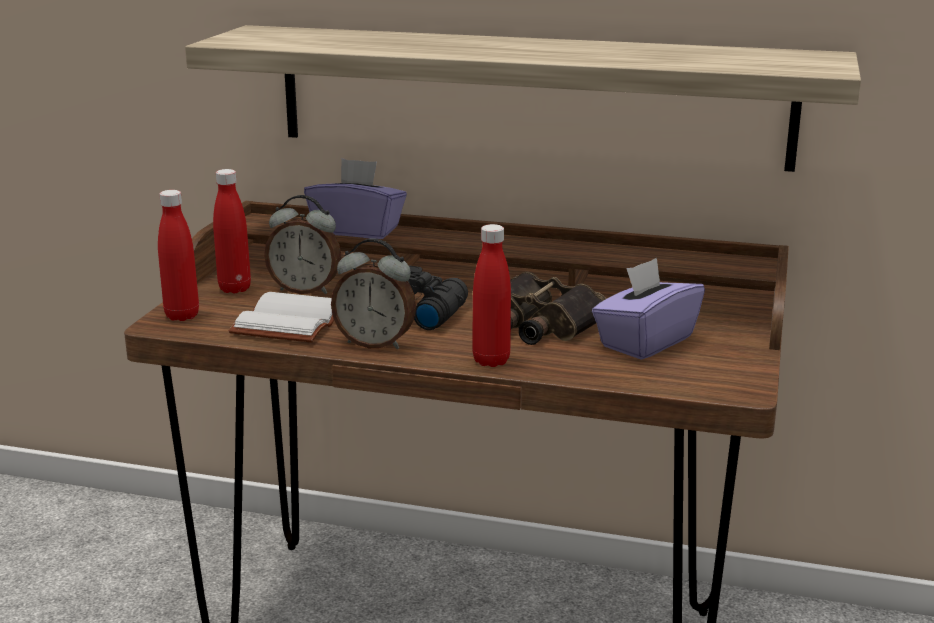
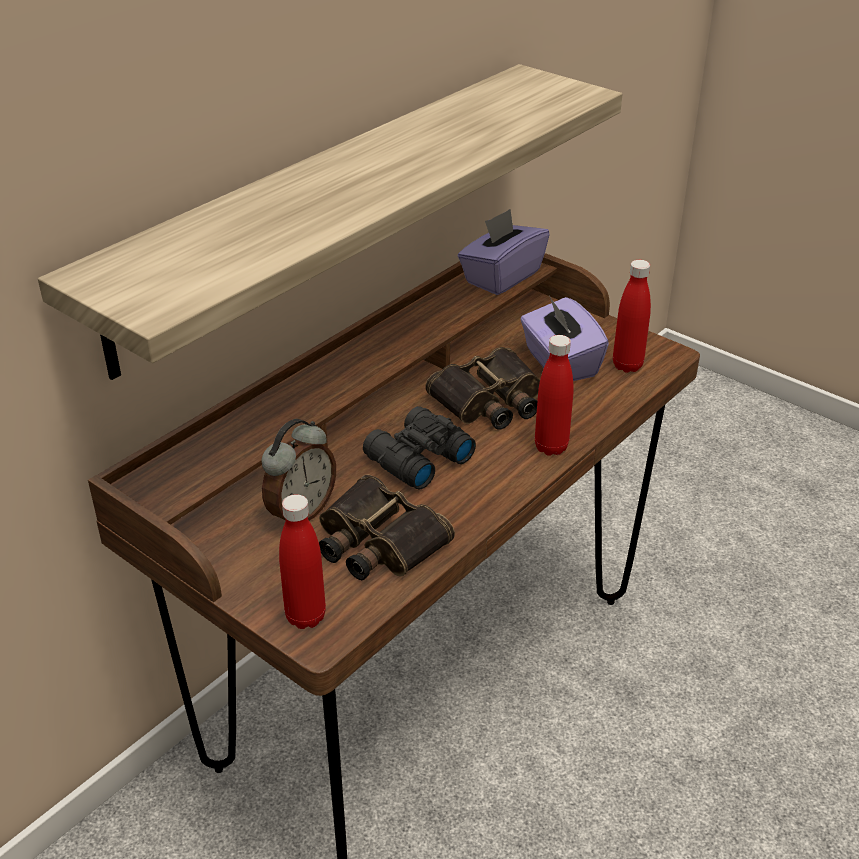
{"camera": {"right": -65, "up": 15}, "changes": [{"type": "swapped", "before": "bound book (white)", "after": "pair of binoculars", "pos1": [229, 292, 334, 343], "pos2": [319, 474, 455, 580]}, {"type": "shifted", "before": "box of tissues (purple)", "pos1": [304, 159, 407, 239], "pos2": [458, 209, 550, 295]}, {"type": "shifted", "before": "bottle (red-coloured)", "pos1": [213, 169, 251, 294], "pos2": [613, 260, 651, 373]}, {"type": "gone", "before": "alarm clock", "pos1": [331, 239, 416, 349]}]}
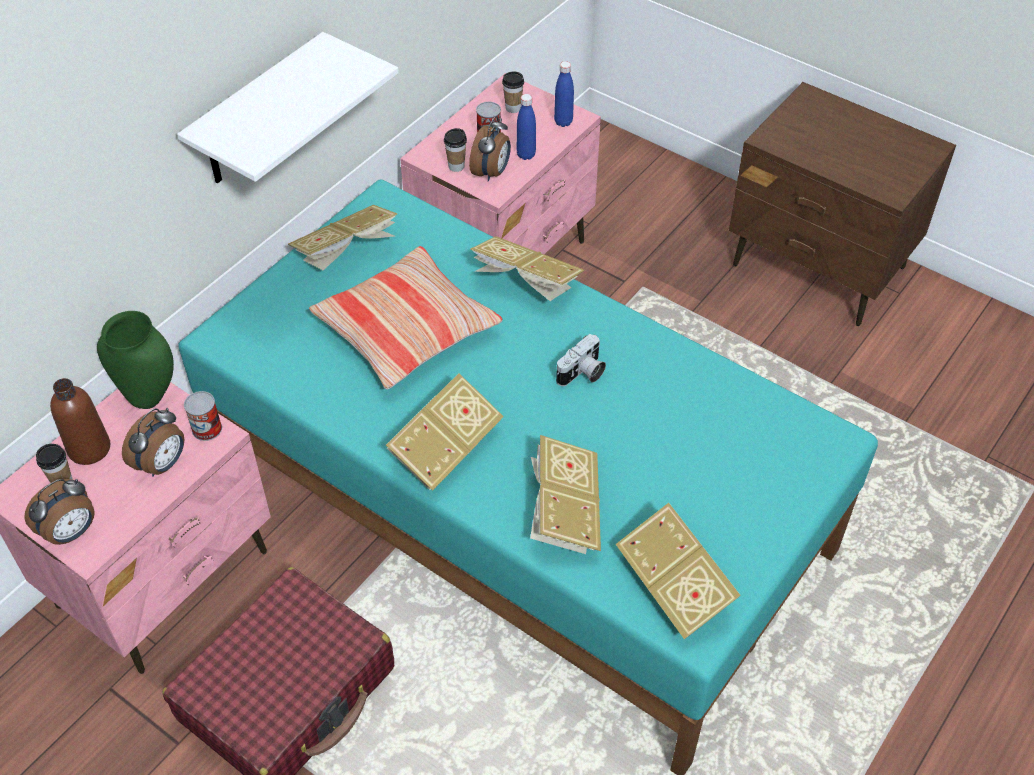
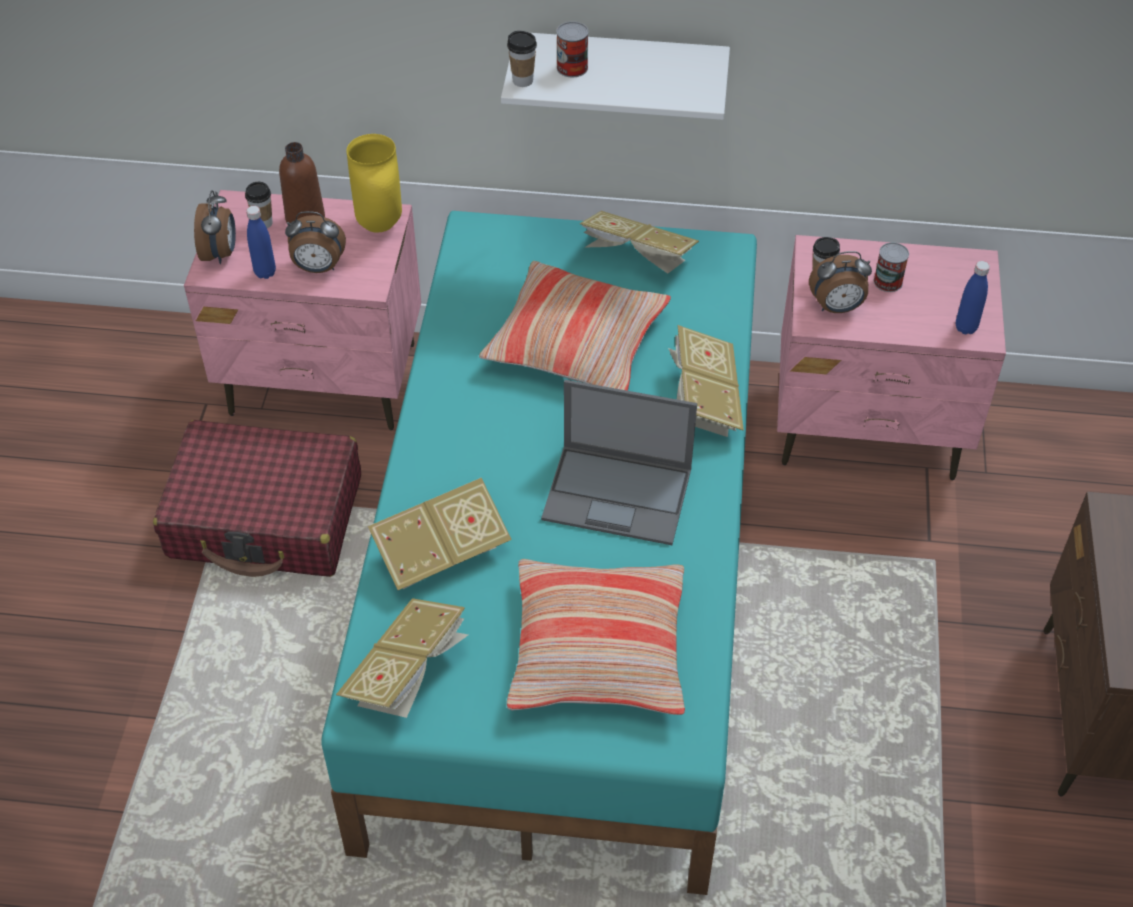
{"camera": {"right": 60, "up": 0}, "changes": [{"type": "rotated", "before": "alarm clock", "pos1": [24, 479, 95, 545], "pos2": [194, 190, 236, 264], "turn": -105}, {"type": "shifted", "before": "bottle (blue-coloured)", "pos1": [517, 94, 536, 160], "pos2": [246, 206, 276, 279]}, {"type": "repainted", "before": "vase (green)", "after": "vase (yellowish)", "pos1": [97, 311, 174, 409], "pos2": [347, 134, 402, 233]}, {"type": "new", "after": "throw pillow", "pos2": [506, 559, 685, 715]}, {"type": "shifted", "before": "cup", "pos1": [502, 71, 524, 113], "pos2": [507, 31, 537, 87]}, {"type": "swapped", "before": "photo camera", "after": "laptop", "pos1": [556, 334, 606, 386], "pos2": [541, 380, 697, 545]}, {"type": "shifted", "before": "metal can", "pos1": [184, 391, 222, 441], "pos2": [556, 21, 589, 77]}, {"type": "gone", "before": "bound book", "pos1": [386, 373, 504, 491]}]}
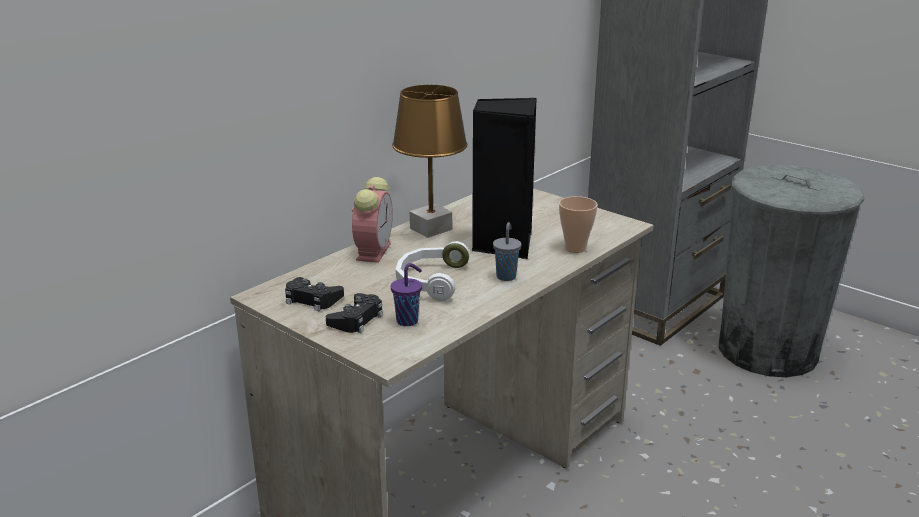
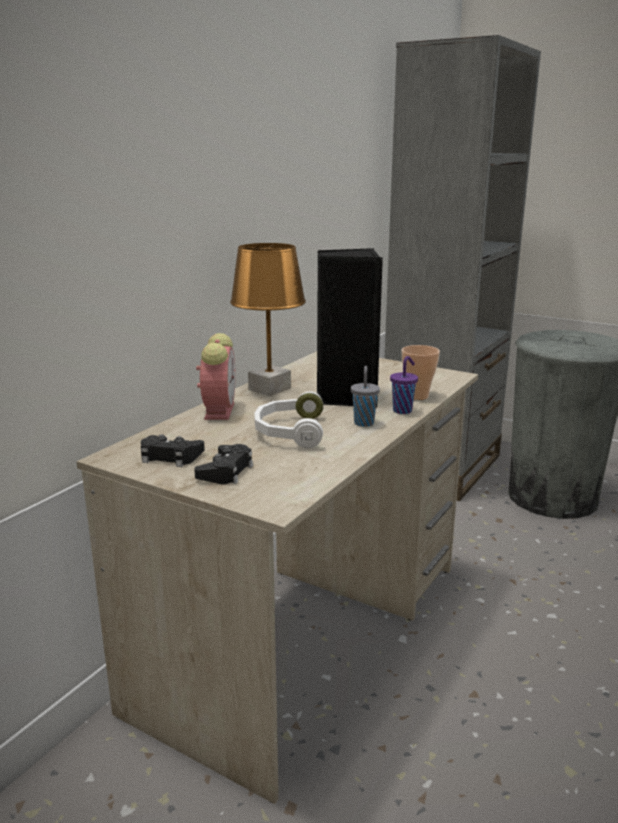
{"camera": {"right": -10, "up": -5}, "changes": [{"type": "shifted", "before": "cup (purple)", "pos1": [391, 263, 422, 326], "pos2": [390, 356, 418, 414]}]}
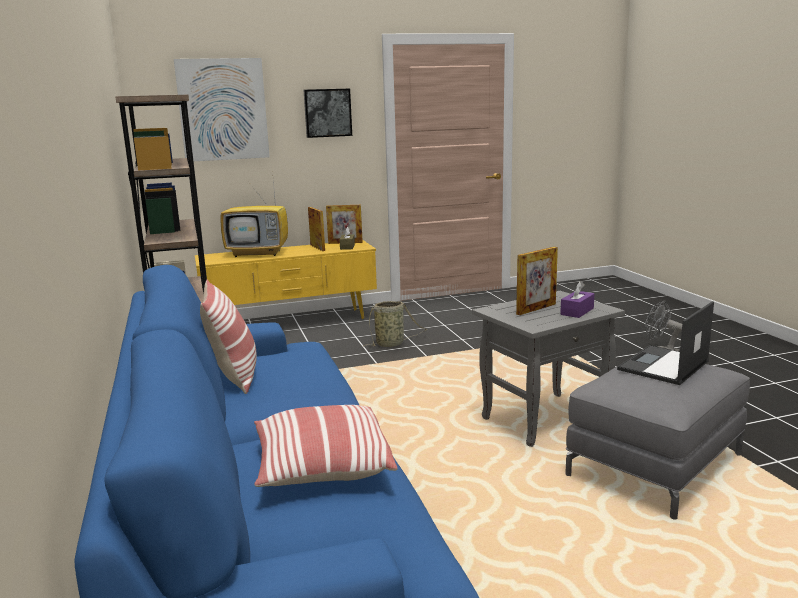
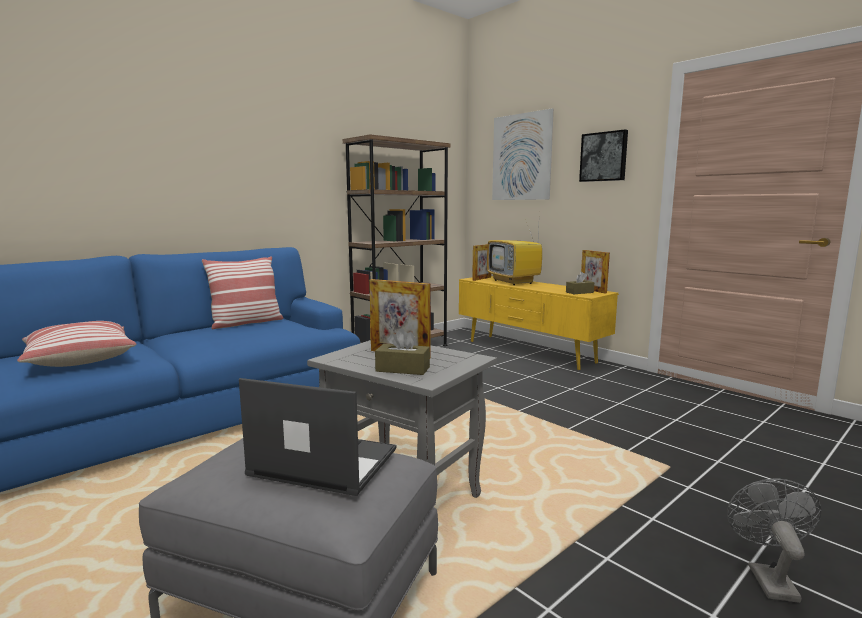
{"camera": {"right": 65, "up": -5}, "changes": [{"type": "repainted", "before": "box of tissues (purple)", "after": "box of tissues (brown-coloured)", "pos1": [560, 281, 595, 318], "pos2": [375, 328, 430, 375]}, {"type": "shifted", "before": "standing frame", "pos1": [308, 207, 325, 251], "pos2": [472, 244, 491, 281]}, {"type": "gone", "before": "household basket", "pos1": [363, 301, 428, 347]}]}
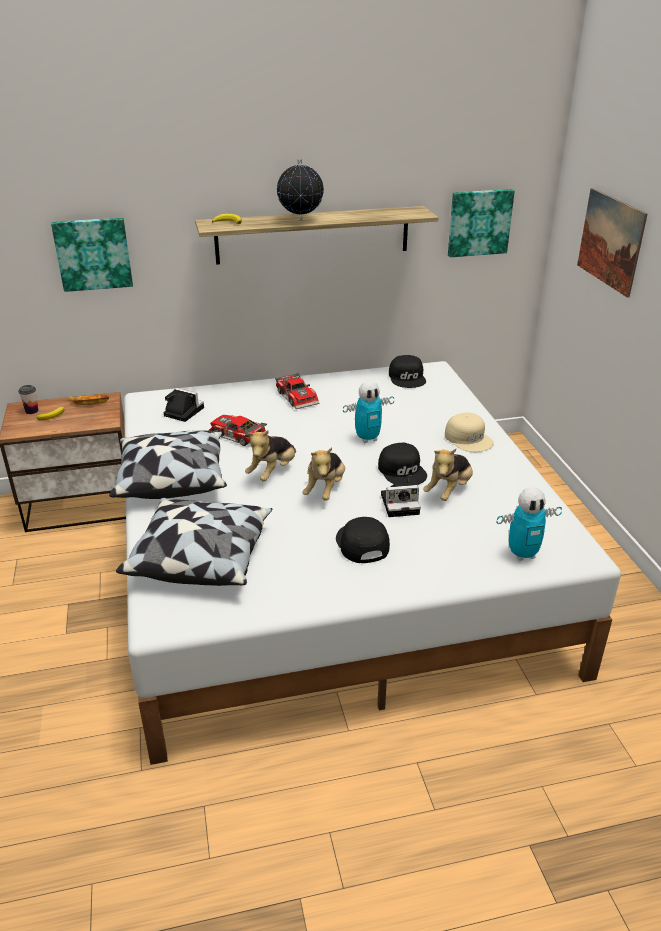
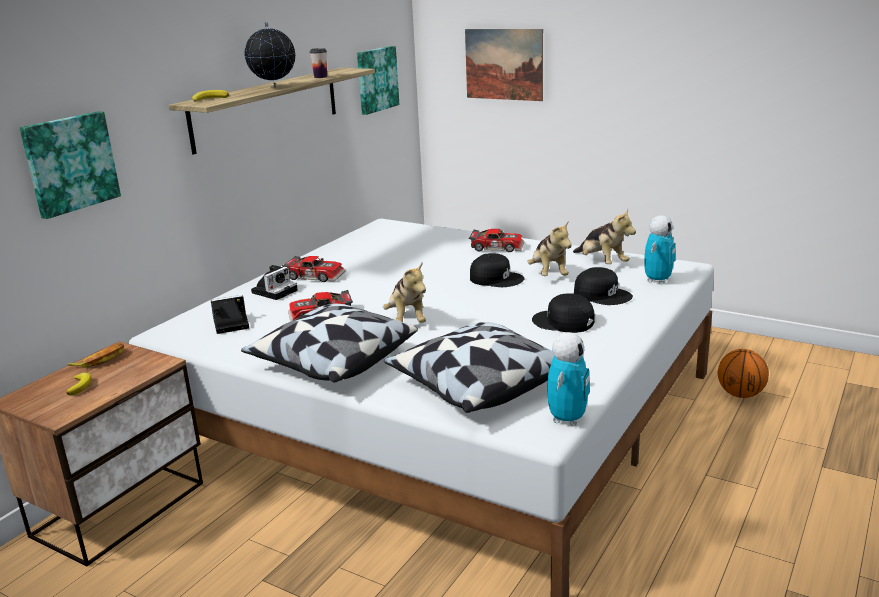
{"camera": {"right": -45, "up": -10}, "changes": [{"type": "shifted", "before": "photo camera", "pos1": [381, 476, 420, 517], "pos2": [251, 265, 298, 300]}, {"type": "shifted", "before": "cup", "pos1": [18, 385, 38, 414], "pos2": [310, 48, 327, 78]}, {"type": "swapped", "before": "cap (sand-coloured)", "after": "miniature car", "pos1": [445, 412, 494, 452], "pos2": [469, 229, 524, 252]}, {"type": "shifted", "before": "robot figure", "pos1": [343, 381, 394, 443], "pos2": [547, 332, 590, 426]}, {"type": "shifted", "before": "plush toy", "pos1": [302, 447, 345, 501], "pos2": [573, 209, 636, 264]}, {"type": "shifted", "before": "cap (black)", "pos1": [389, 355, 426, 388], "pos2": [574, 267, 633, 305]}, {"type": "new", "after": "ball for basketball", "pos2": [718, 349, 769, 398]}]}
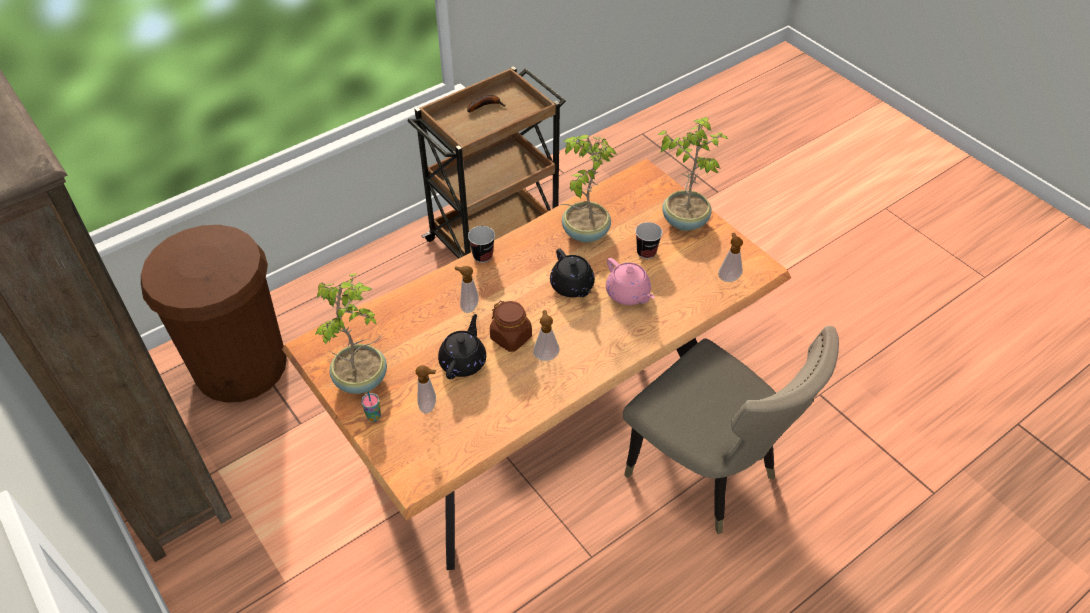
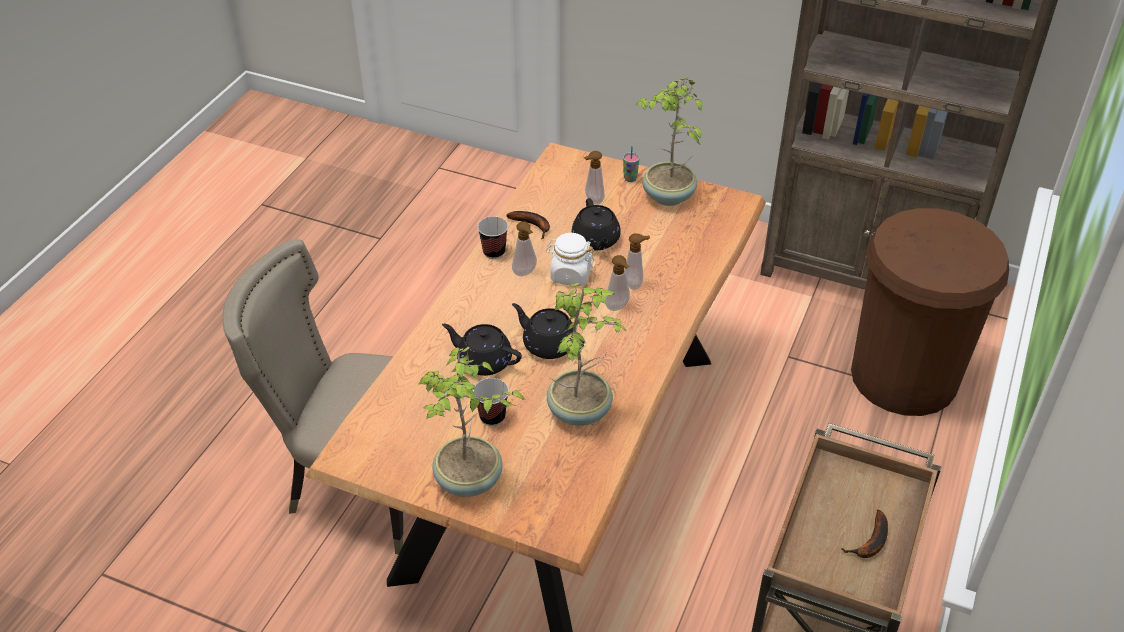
{"camera": {"right": 150, "up": -5}, "changes": [{"type": "repainted", "before": "tea pot (pinkish)", "after": "tea pot (black)", "pos1": [606, 258, 655, 305], "pos2": [442, 324, 522, 376]}, {"type": "shifted", "before": "cup", "pos1": [468, 226, 495, 263], "pos2": [477, 216, 508, 259]}, {"type": "new", "after": "banana", "pos2": [506, 211, 550, 239]}, {"type": "repainted", "before": "jar (brown-coloured)", "after": "jar (white)", "pos1": [490, 301, 532, 352], "pos2": [546, 233, 595, 286]}, {"type": "shifted", "before": "soap dispenser", "pos1": [718, 233, 743, 282], "pos2": [605, 255, 630, 311]}]}
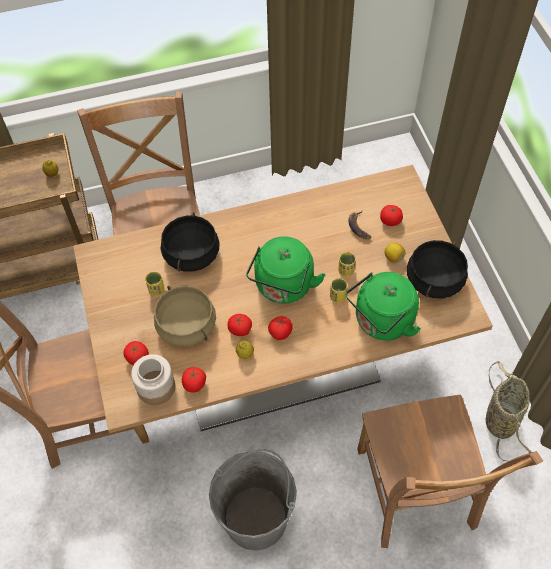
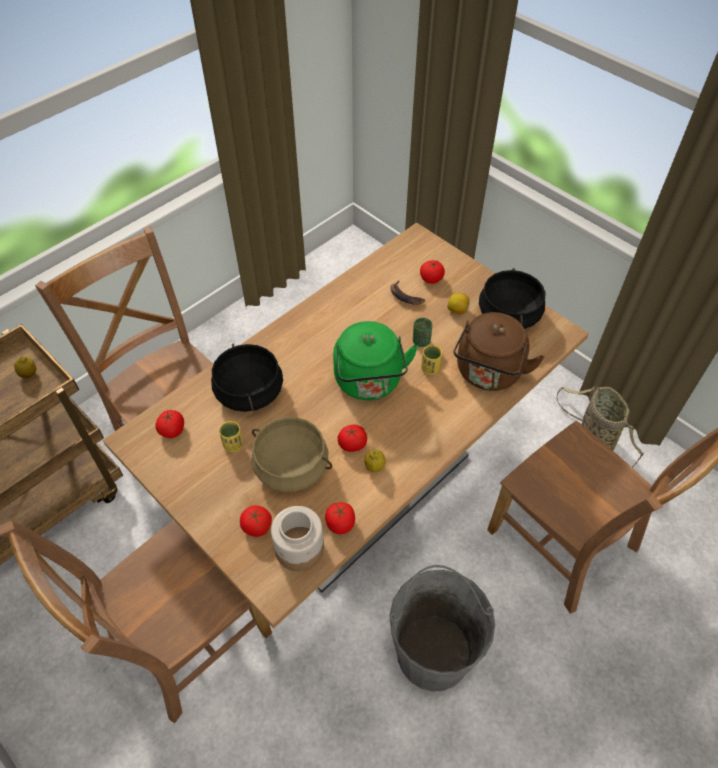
{"camera": {"right": -30, "up": -5}, "changes": [{"type": "shifted", "before": "fresh tomato", "pos1": [268, 316, 293, 340], "pos2": [155, 410, 184, 438]}, {"type": "repainted", "before": "cup (yellowish)", "after": "cup (green)", "pos1": [339, 252, 356, 277], "pos2": [413, 318, 432, 347]}, {"type": "repainted", "before": "tea kettle (green)", "after": "tea kettle (brown-coloured)", "pos1": [346, 272, 421, 340], "pos2": [453, 312, 545, 391]}]}
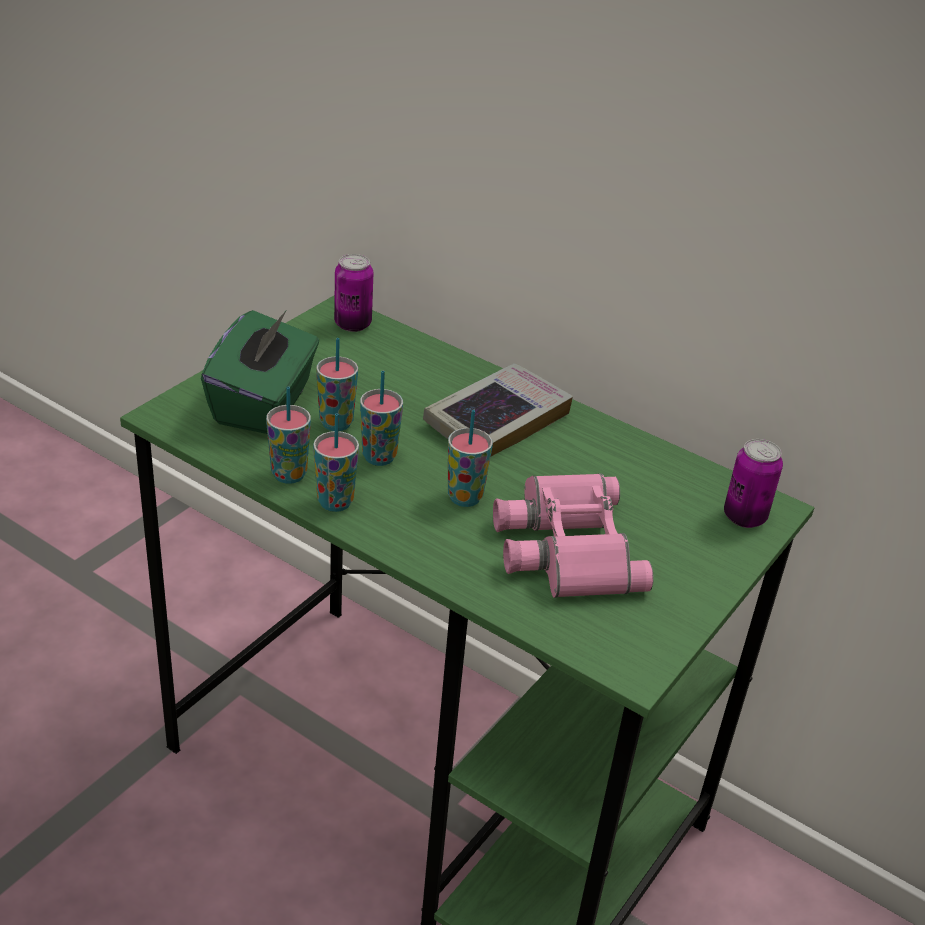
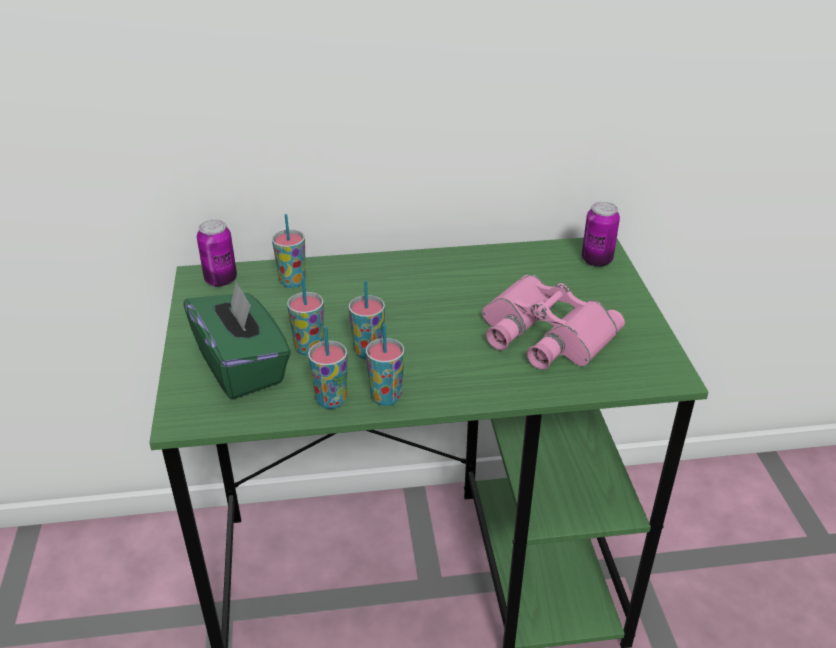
{"camera": {"right": -40, "up": 0}, "changes": [{"type": "shifted", "before": "cup", "pos1": [448, 410, 493, 507], "pos2": [272, 214, 306, 288]}, {"type": "gone", "before": "bound book", "pos1": [423, 363, 573, 456]}]}
